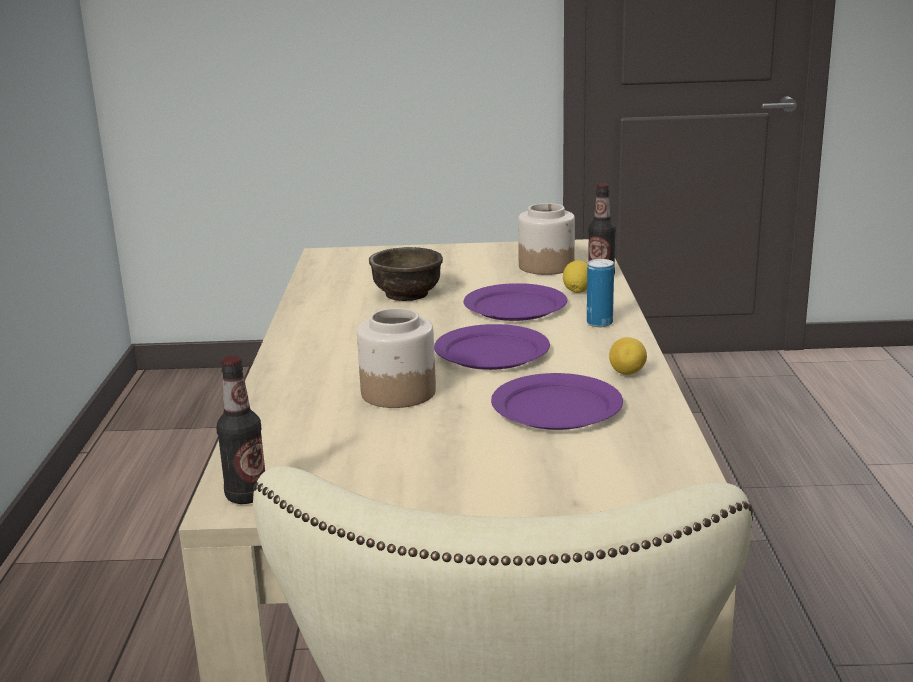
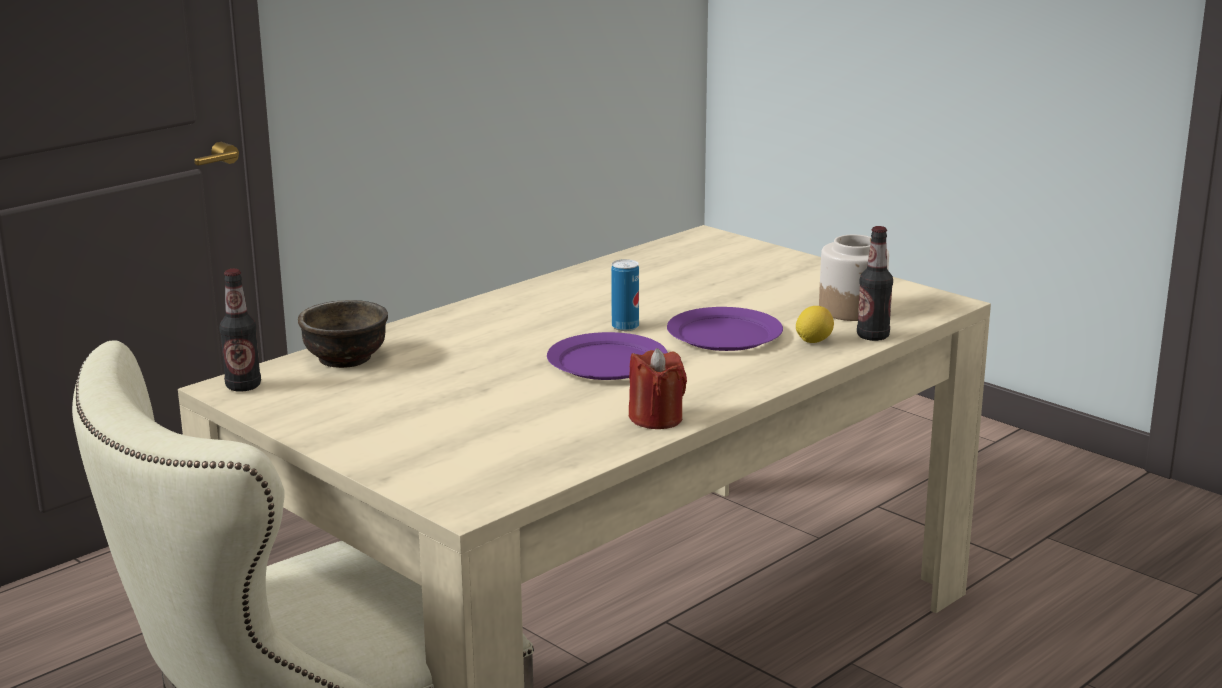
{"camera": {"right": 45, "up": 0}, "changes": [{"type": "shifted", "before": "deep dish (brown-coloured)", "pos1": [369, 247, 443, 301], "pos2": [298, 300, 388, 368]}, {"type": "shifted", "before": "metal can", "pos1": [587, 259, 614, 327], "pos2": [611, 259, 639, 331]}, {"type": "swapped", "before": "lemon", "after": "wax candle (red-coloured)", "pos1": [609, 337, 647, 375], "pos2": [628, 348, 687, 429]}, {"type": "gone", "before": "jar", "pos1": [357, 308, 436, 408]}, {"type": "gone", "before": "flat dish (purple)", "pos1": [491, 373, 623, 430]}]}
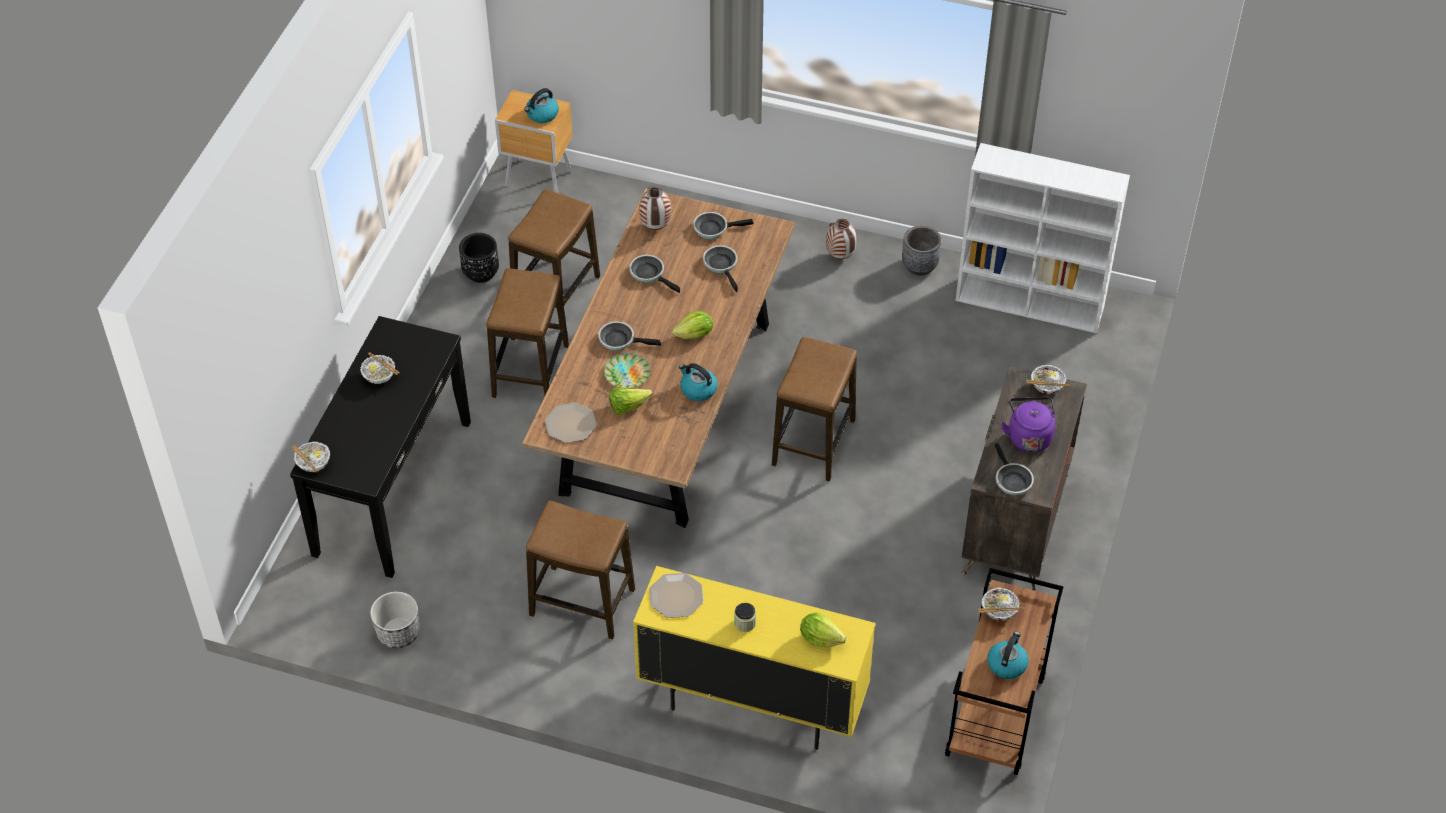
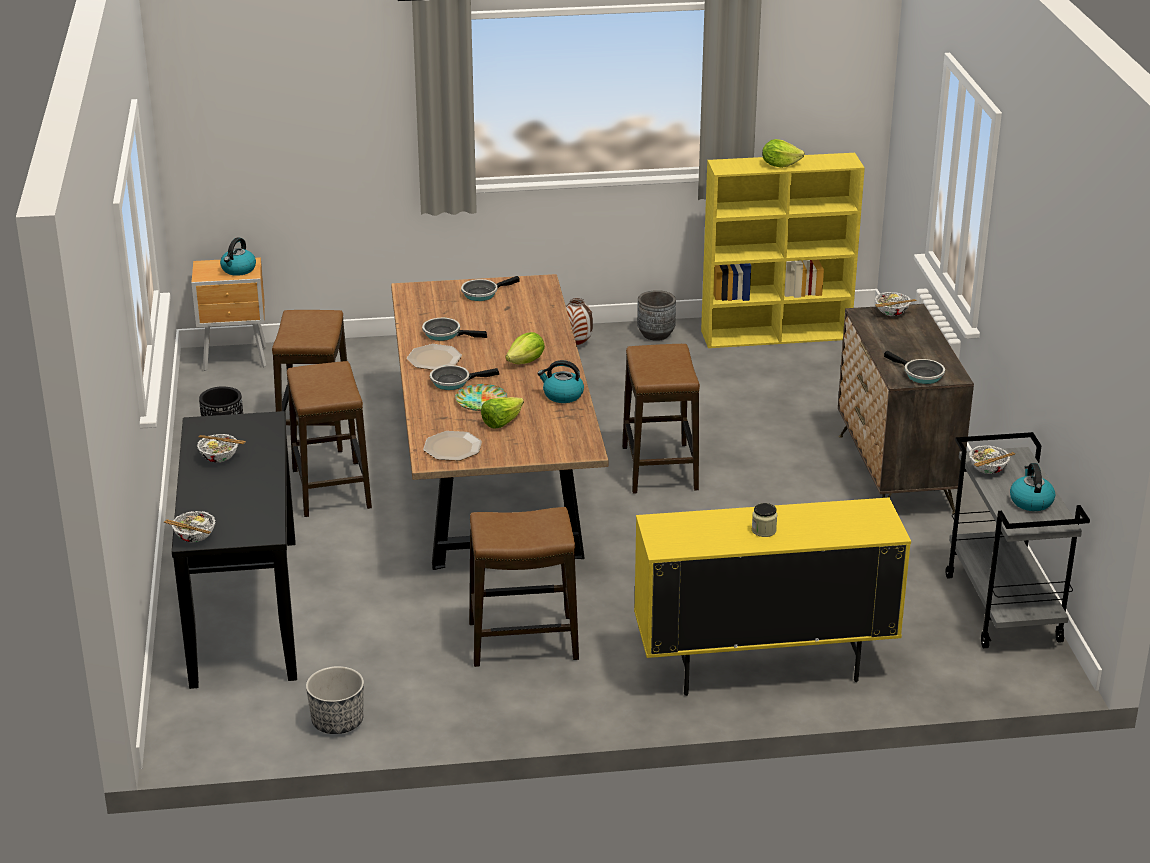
{"camera": {"right": -25, "up": -20}, "changes": [{"type": "shifted", "before": "flat dish", "pos1": [649, 573, 704, 618], "pos2": [407, 344, 462, 370]}, {"type": "repainted", "before": "bookshelf (white)", "after": "bookshelf (yellowish)", "pos1": [956, 143, 1130, 333], "pos2": [701, 153, 865, 348]}, {"type": "shifted", "before": "head of lettuce", "pos1": [800, 612, 847, 648], "pos2": [762, 139, 805, 168]}, {"type": "repainted", "before": "wheeled cart (brown-coloured)", "after": "wheeled cart (gray)", "pos1": [945, 568, 1064, 775], "pos2": [945, 432, 1090, 648]}, {"type": "gone", "before": "vase", "pos1": [639, 186, 672, 230]}, {"type": "gone", "before": "pan", "pos1": [703, 245, 738, 292]}, {"type": "gone", "before": "tea kettle (purple)", "pos1": [1001, 397, 1056, 453]}]}
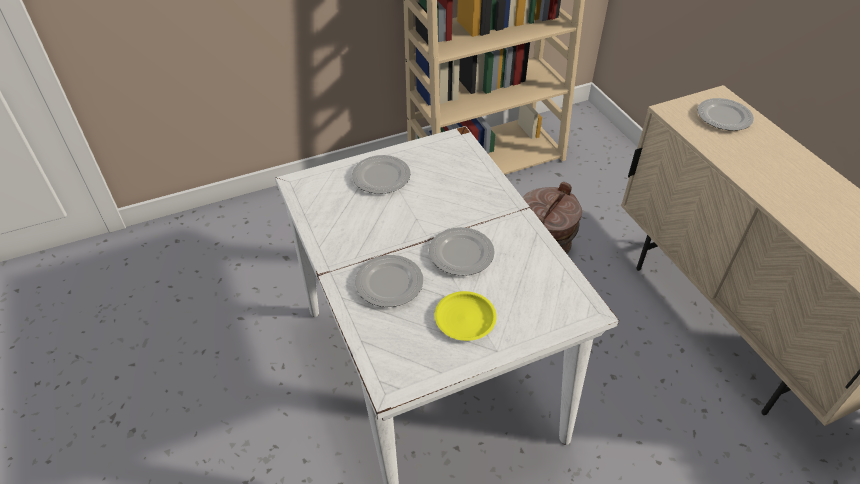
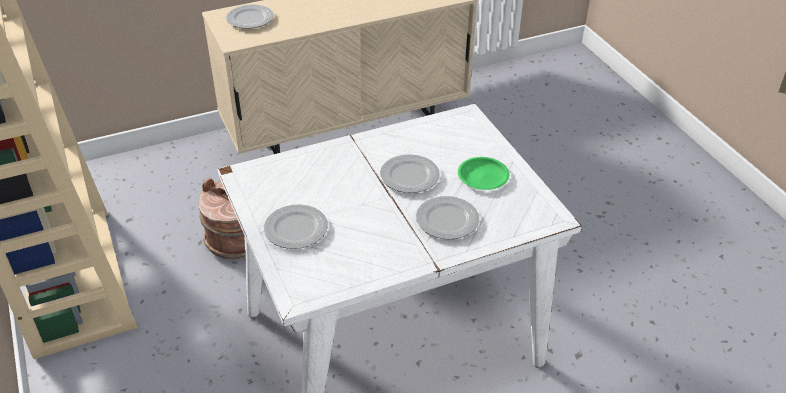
{"camera": {"right": -90, "up": -5}, "changes": [{"type": "repainted", "before": "flat dish (yellowish)", "after": "flat dish (green)", "pos1": [435, 291, 497, 341], "pos2": [458, 157, 509, 190]}]}
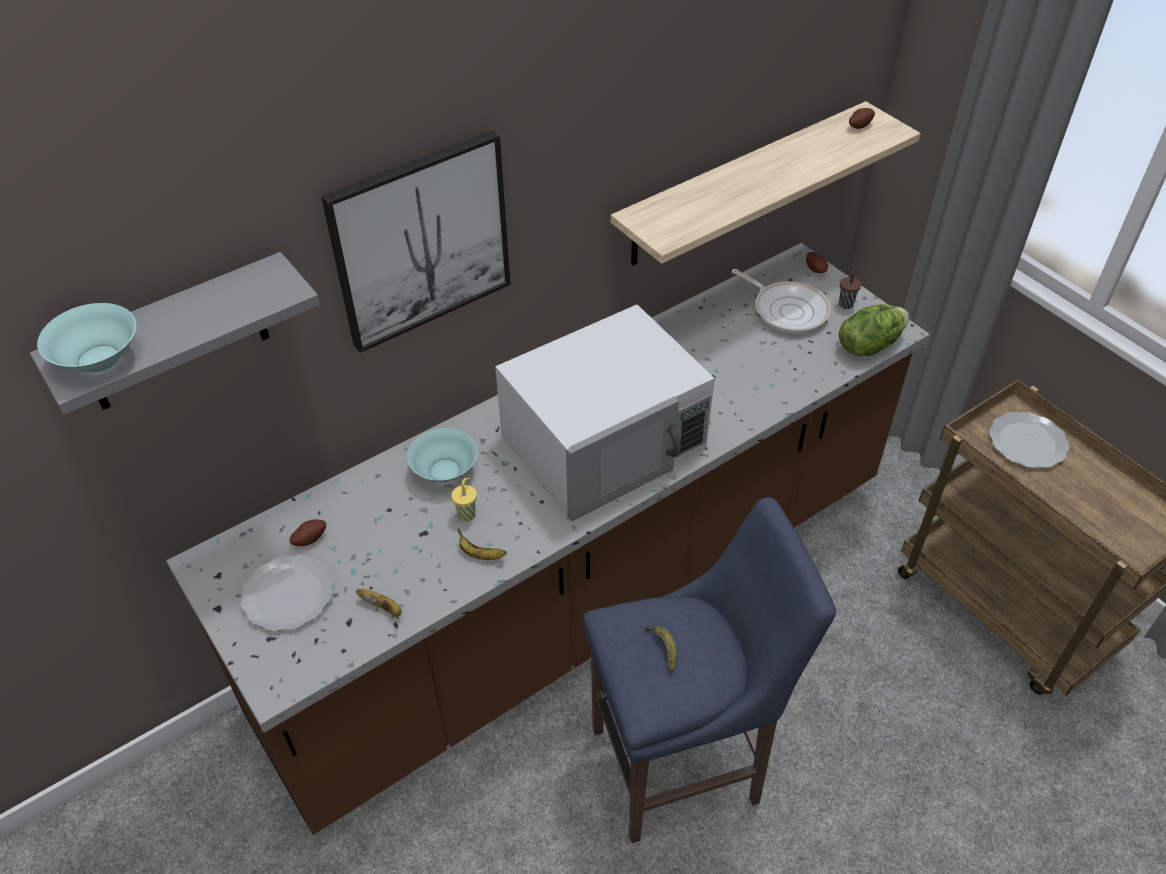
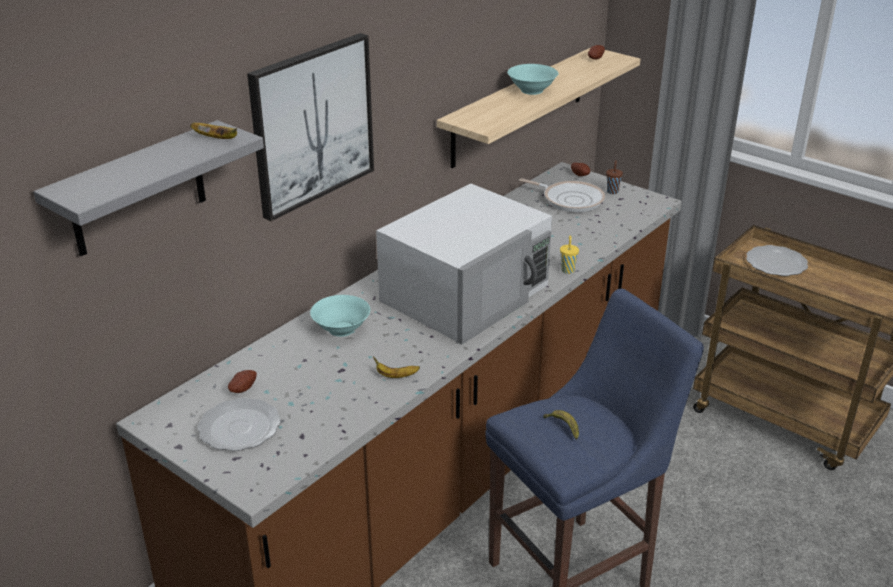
{"camera": {"right": -15, "up": -15}, "changes": [{"type": "shifted", "before": "banana", "pos1": [356, 589, 402, 618], "pos2": [190, 123, 237, 139]}, {"type": "shifted", "before": "deep dish (turquoise-coloured)", "pos1": [37, 303, 136, 374], "pos2": [507, 64, 558, 95]}, {"type": "shifted", "before": "cup (yellowish)", "pos1": [452, 477, 477, 522], "pos2": [560, 235, 579, 274]}, {"type": "gone", "before": "head of lettuce", "pos1": [839, 304, 909, 356]}]}
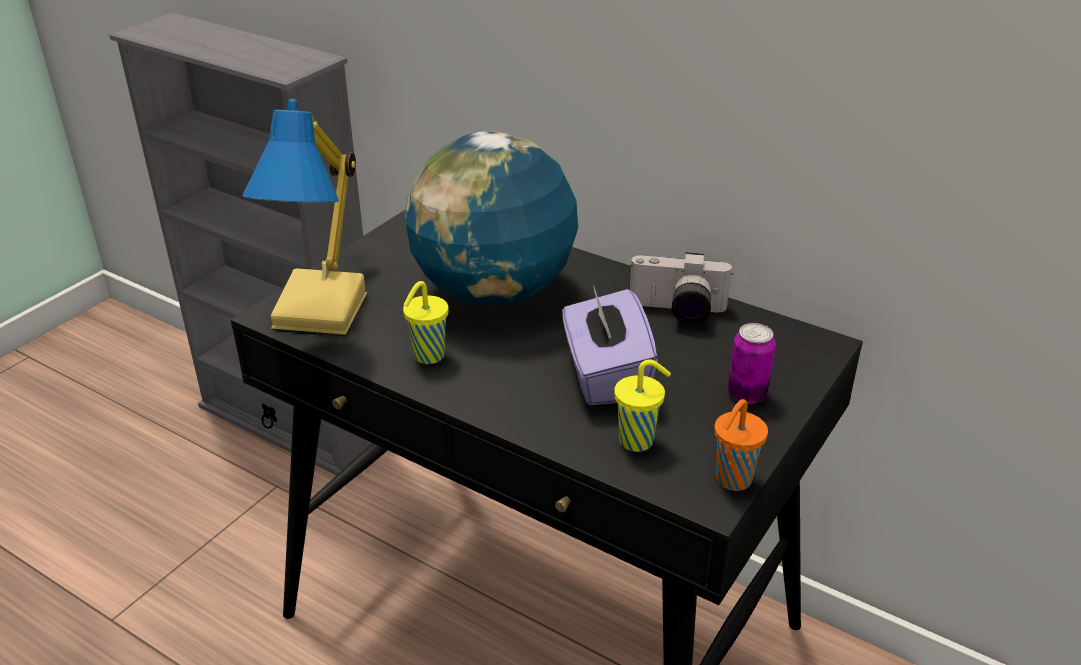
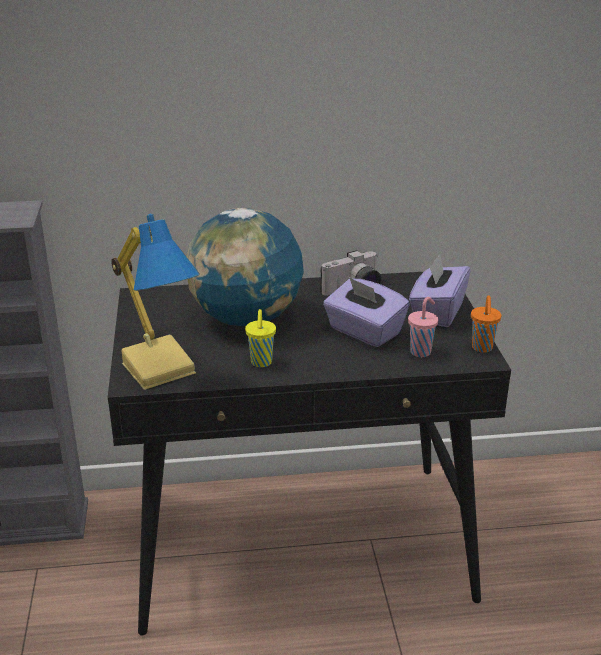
{"camera": {"right": -40, "up": -5}, "changes": [{"type": "repainted", "before": "cup (yellowish)", "after": "cup (pinkish)", "pos1": [614, 360, 671, 452], "pos2": [408, 297, 439, 357]}, {"type": "swapped", "before": "metal can", "after": "box of tissues (purple)", "pos1": [728, 323, 776, 404], "pos2": [409, 254, 471, 327]}]}
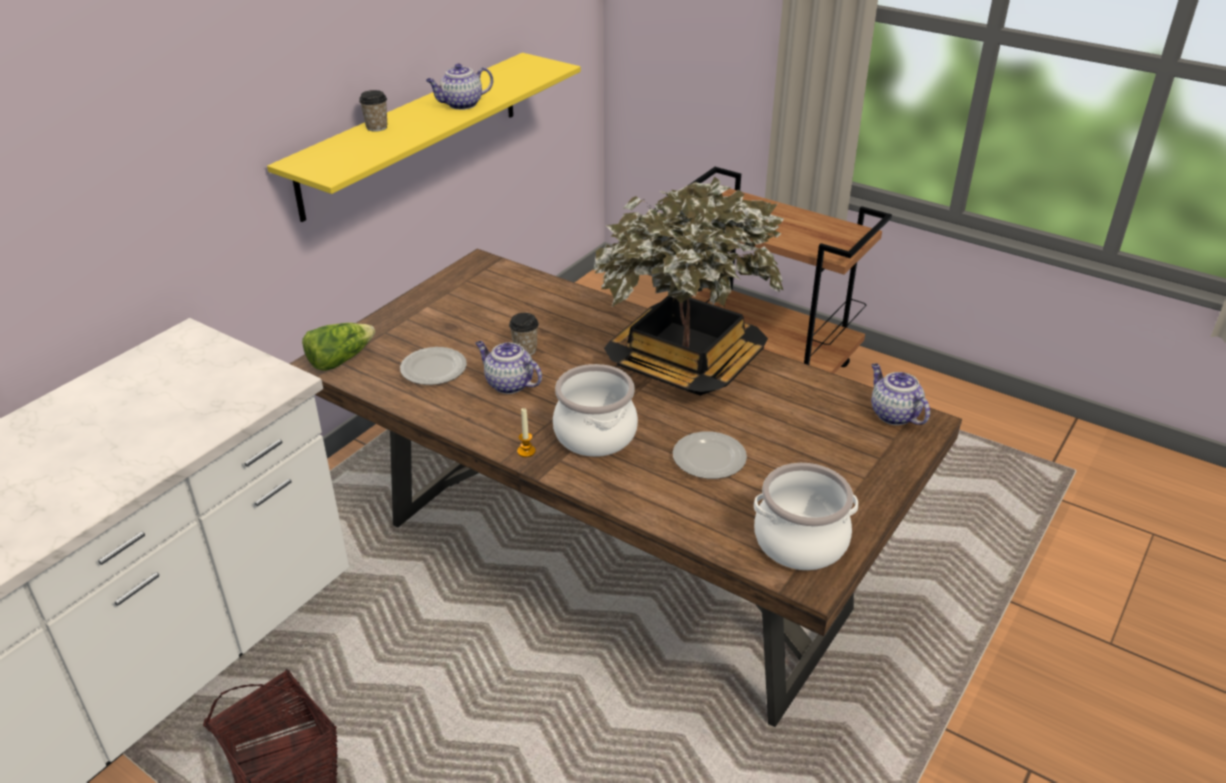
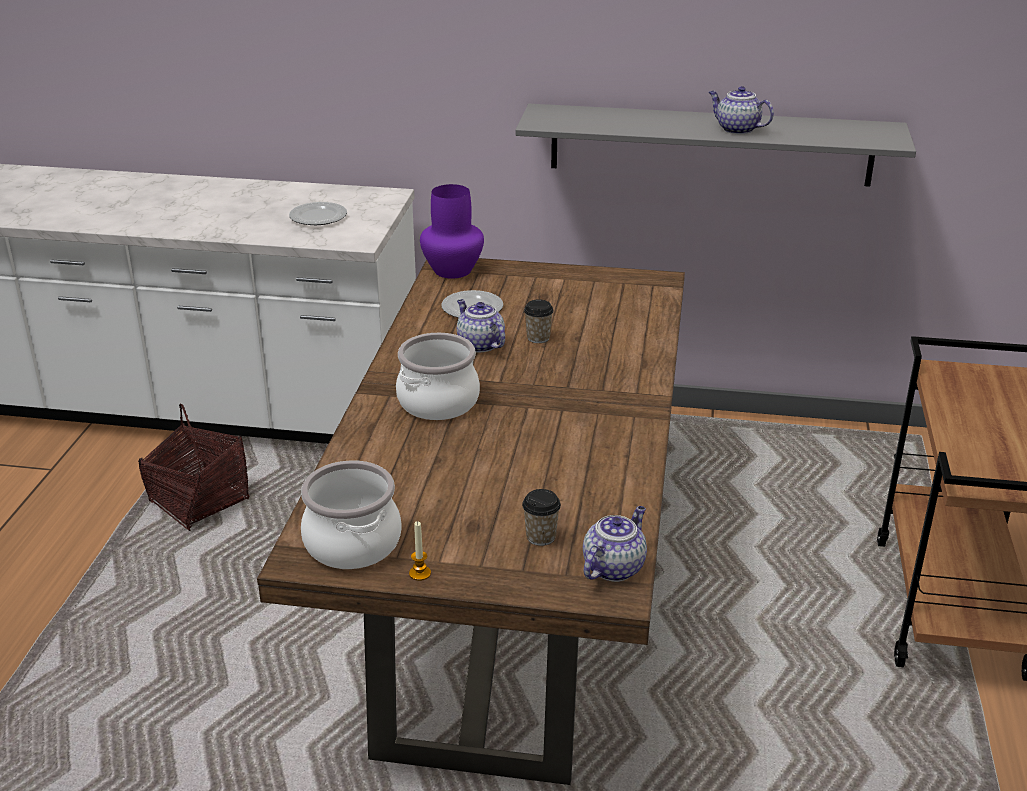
{"camera": {"right": 65, "up": -5}, "changes": [{"type": "shifted", "before": "flat dish", "pos1": [673, 431, 747, 479], "pos2": [289, 202, 347, 225]}, {"type": "shifted", "before": "wax candle", "pos1": [517, 408, 536, 457], "pos2": [409, 521, 431, 581]}, {"type": "swapped", "before": "head of lettuce", "after": "vase (purple)", "pos1": [302, 323, 375, 371], "pos2": [420, 184, 484, 279]}, {"type": "rotated", "before": "tea pot", "pos1": [475, 341, 542, 394], "pos2": [457, 299, 505, 353], "turn": -45}, {"type": "repainted", "before": "bracket shelf (yellowish)", "after": "bracket shelf (gray)", "pos1": [267, 53, 581, 222], "pos2": [515, 104, 916, 187]}, {"type": "shifted", "before": "cup", "pos1": [359, 90, 387, 132], "pos2": [522, 489, 561, 546]}, {"type": "gone", "before": "plant in a pot", "pos1": [593, 177, 784, 396]}]}
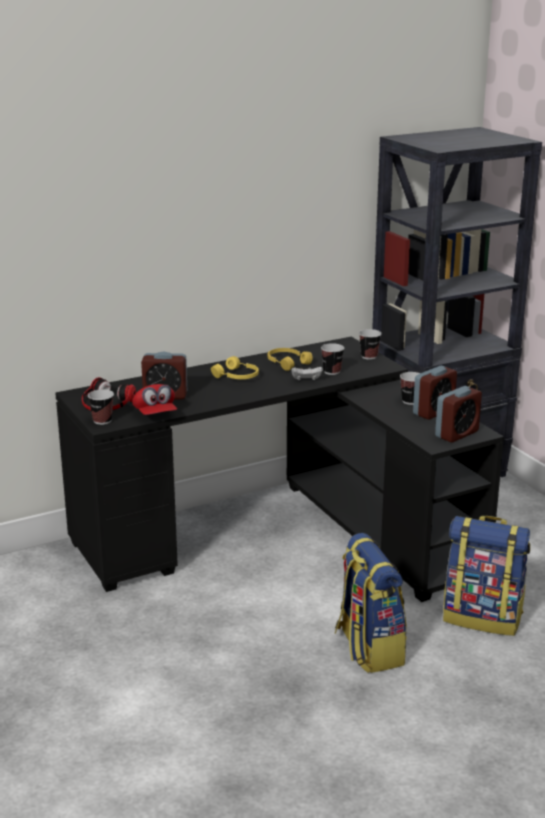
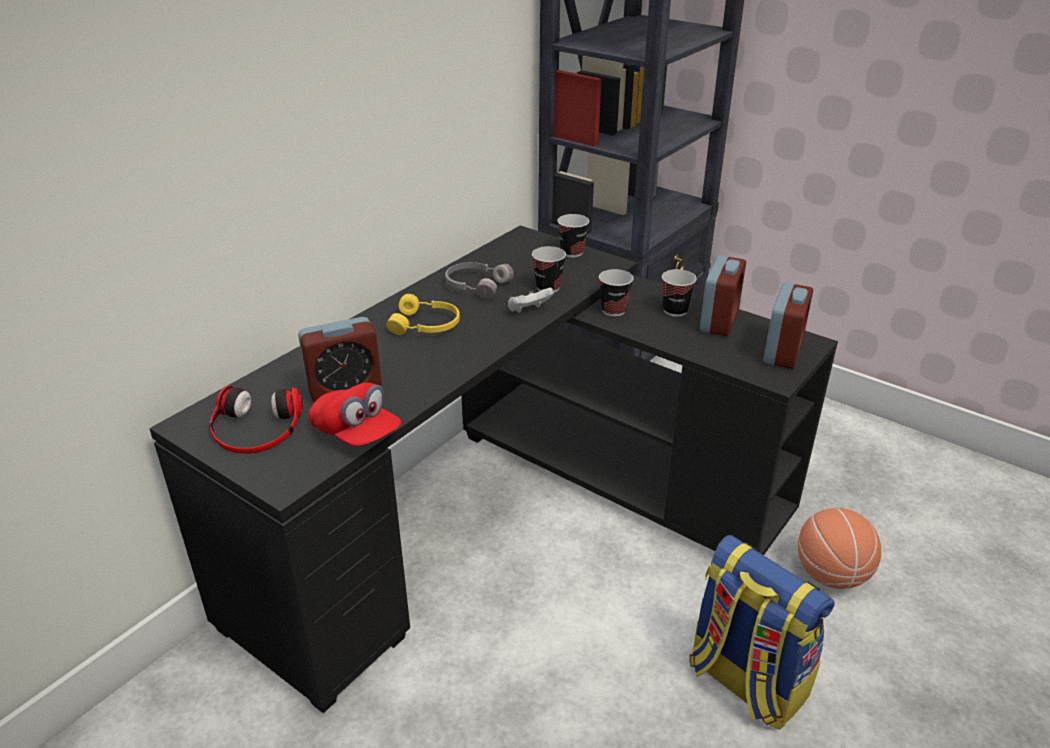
{"camera": {"right": -25, "up": 10}, "changes": [{"type": "repainted", "before": "pair of headphones (yellowish)", "after": "pair of headphones (gray)", "pos1": [268, 348, 313, 371], "pos2": [445, 262, 514, 299]}, {"type": "shifted", "before": "cup", "pos1": [88, 389, 114, 425], "pos2": [599, 269, 634, 317]}, {"type": "swapped", "before": "knapsack", "after": "ball for basketball", "pos1": [443, 516, 530, 636], "pos2": [798, 508, 881, 589]}]}
